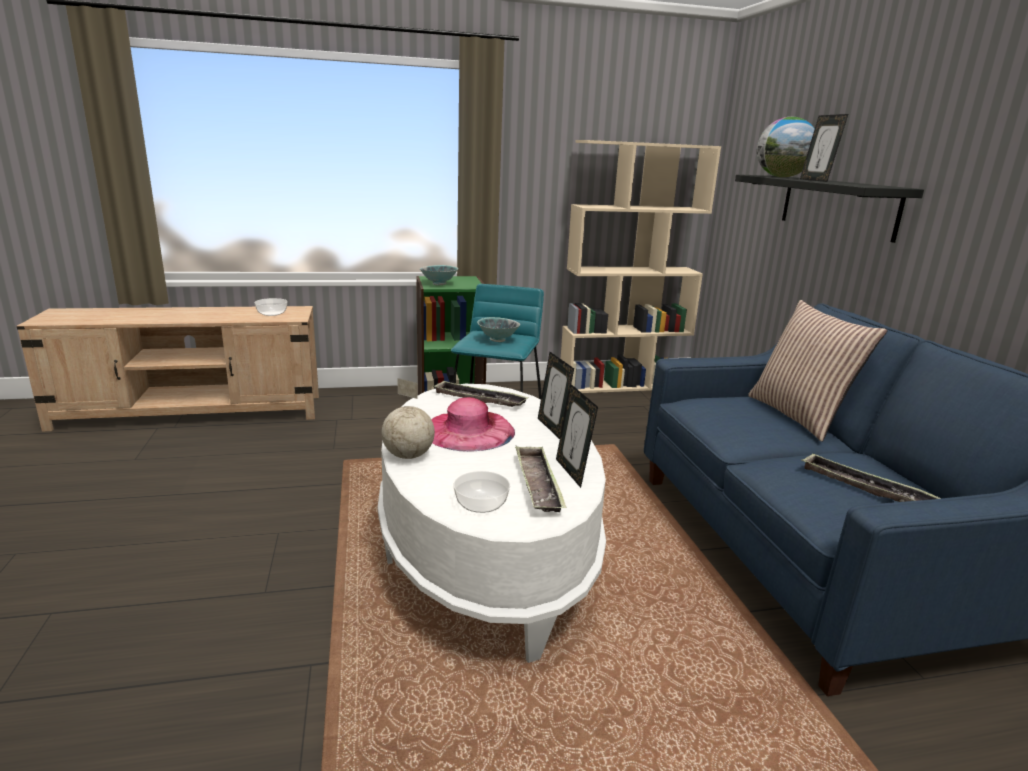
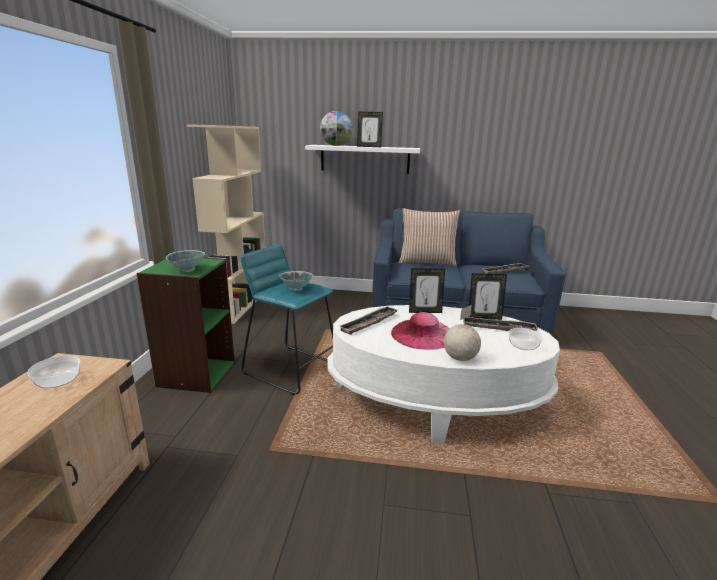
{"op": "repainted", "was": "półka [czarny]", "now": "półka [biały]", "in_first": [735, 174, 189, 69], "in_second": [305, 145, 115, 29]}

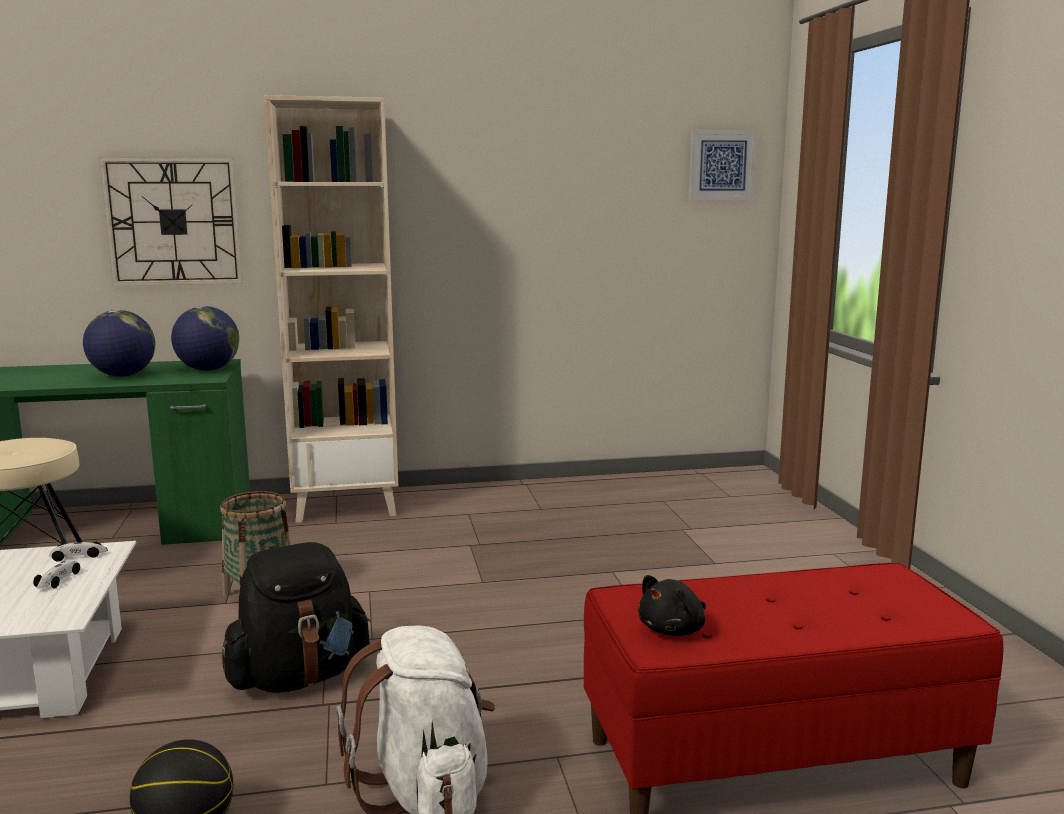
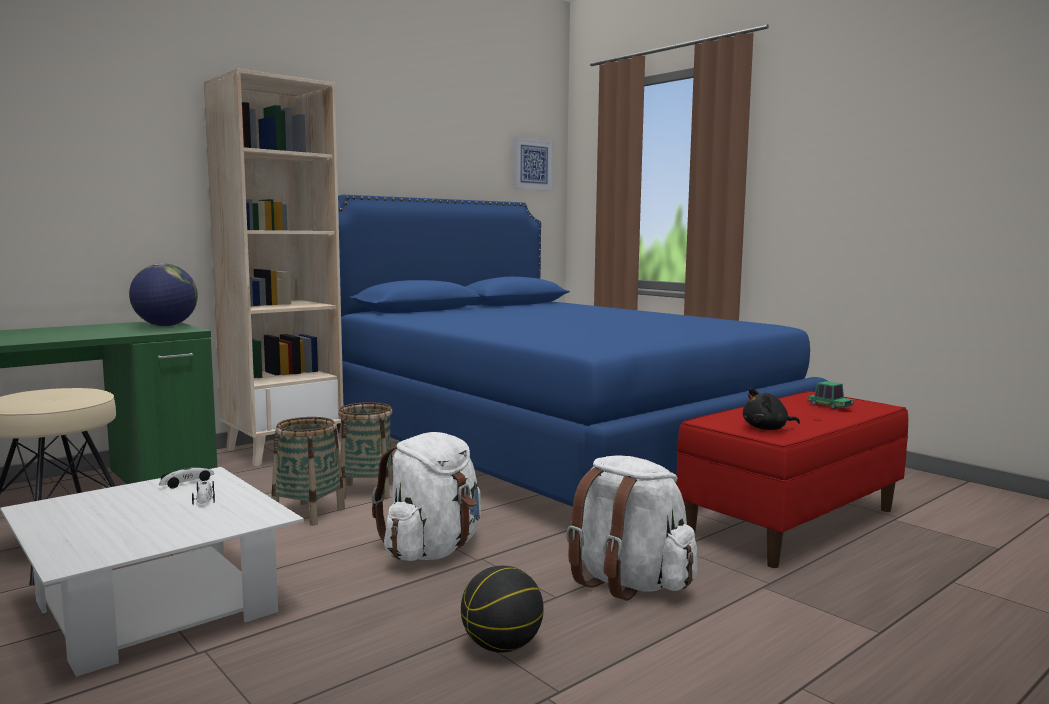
{"op": "gone", "was": "zegar ścienny", "in_first": [99, 157, 144, 129]}
{"op": "gone", "was": "globus", "in_first": [83, 310, 72, 67]}
{"op": "repainted", "was": "plecak [czarny]", "now": "plecak [biały]", "in_first": [222, 542, 149, 151], "in_second": [372, 432, 109, 129]}
{"op": "rotated", "was": "pluszak [czarny]", "in_first": [638, 575, 68, 61], "in_second": [743, 388, 57, 42], "clockwise": 60}
{"op": "new", "now": "łóżko [niebieski]", "in_second": [337, 195, 490, 312]}
{"op": "new", "now": "samochodzik", "in_second": [808, 381, 46, 28]}
{"op": "new", "now": "koszyk", "in_second": [339, 402, 54, 97]}

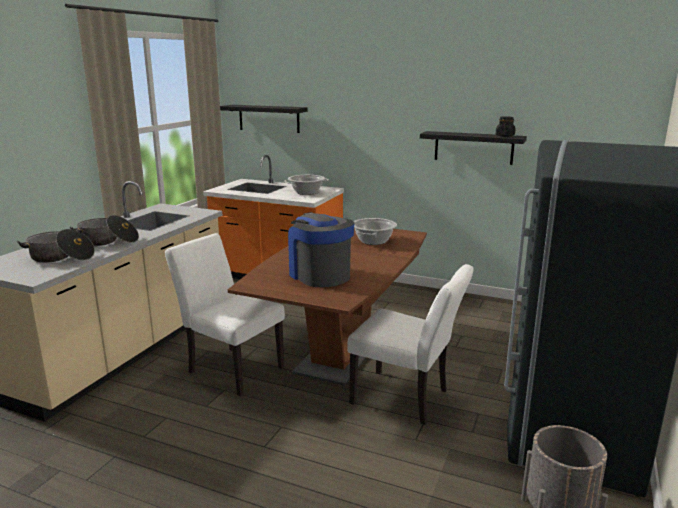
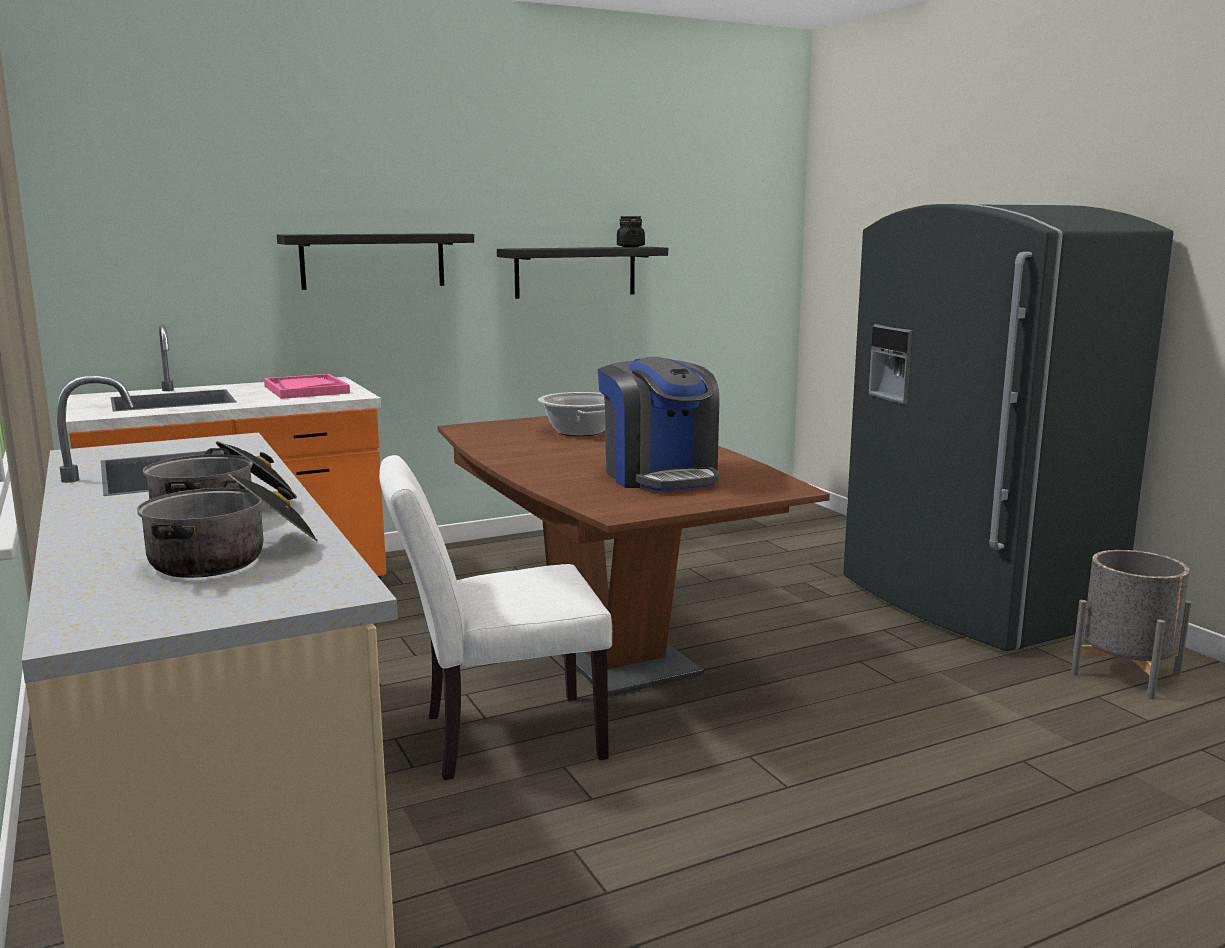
{"op": "shifted", "was": "półka [czarny]", "in_first": [220, 105, 88, 28], "in_second": [277, 233, 197, 57]}
{"op": "swapped", "was": "garnek", "now": "taca [różowy]", "in_first": [284, 175, 45, 20], "in_second": [264, 374, 86, 25]}
{"op": "rotated", "was": "ekspres do kawy", "in_first": [288, 212, 67, 75], "in_second": [598, 357, 122, 134], "clockwise": -120}
{"op": "gone", "was": "krzesło [biały]", "in_first": [347, 264, 127, 161]}

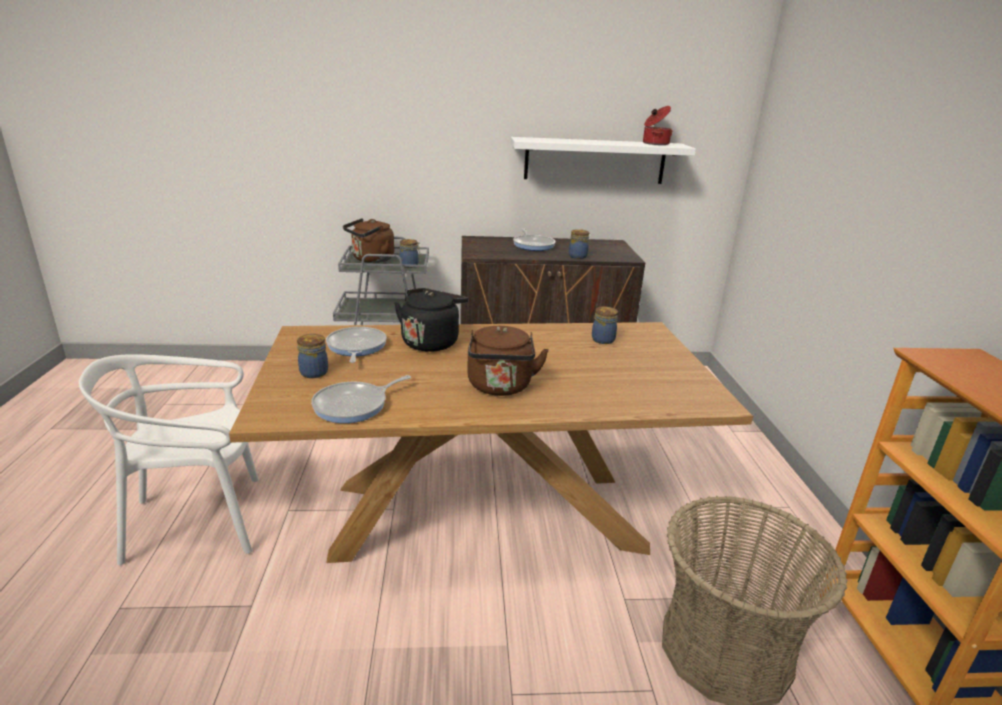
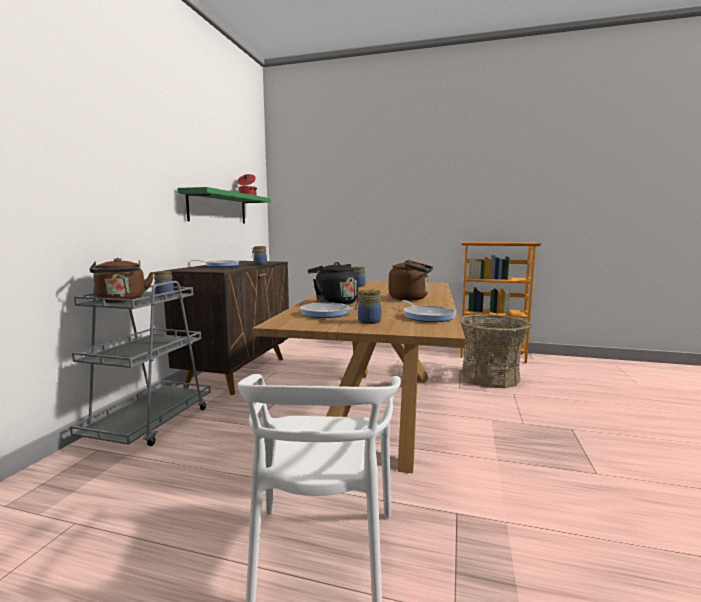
{"op": "repainted", "was": "półka [biały]", "now": "półka [zielony]", "in_first": [511, 137, 185, 47], "in_second": [177, 187, 94, 36]}

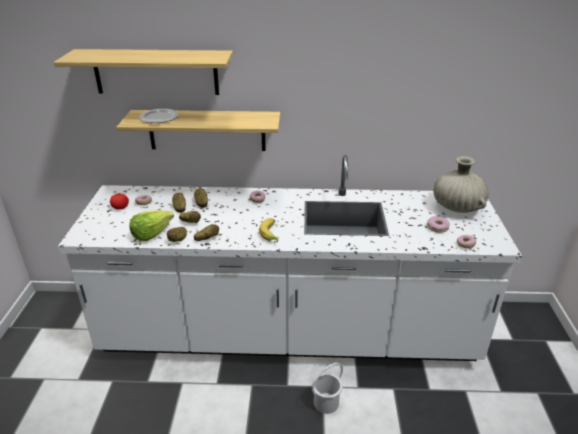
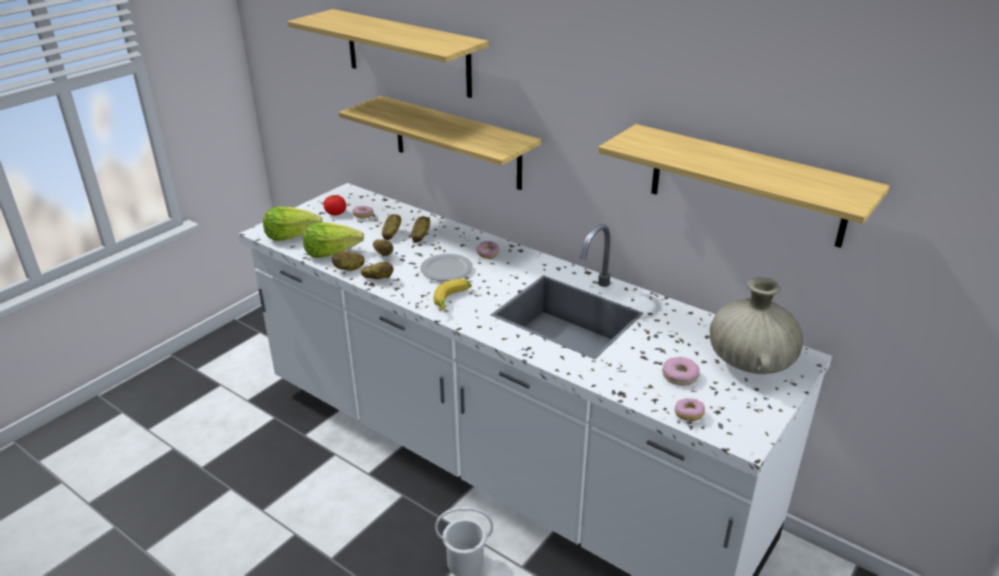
{"op": "shifted", "was": "talerz", "in_first": [140, 109, 39, 14], "in_second": [420, 254, 53, 27]}
{"op": "new", "now": "półka", "in_second": [598, 124, 292, 124]}
{"op": "new", "now": "sałata", "in_second": [263, 207, 60, 34]}

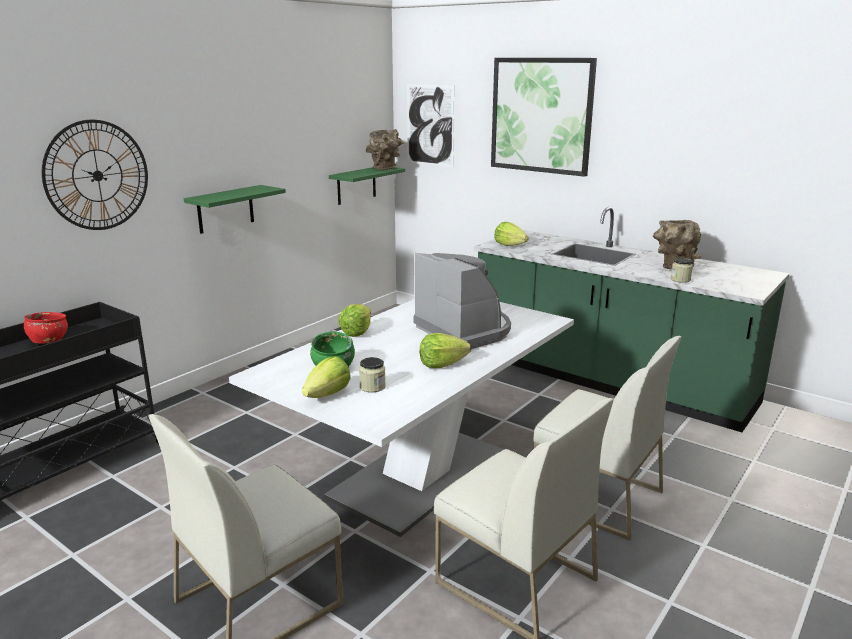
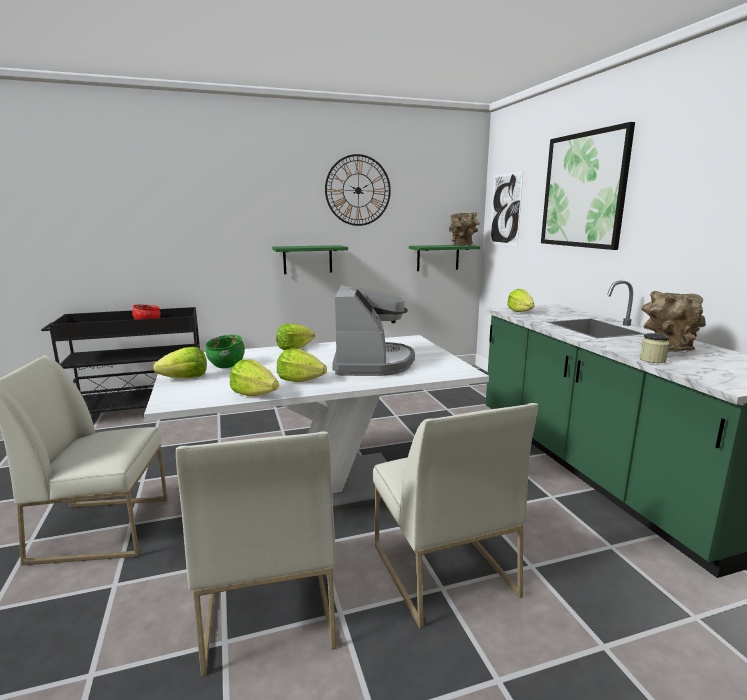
{"op": "shifted", "was": "zegar ścienny", "in_first": [42, 120, 106, 110], "in_second": [325, 154, 66, 72]}
{"op": "gone", "was": "słoik", "in_first": [359, 357, 27, 35]}
{"op": "new", "now": "sałata", "in_second": [230, 359, 49, 37]}

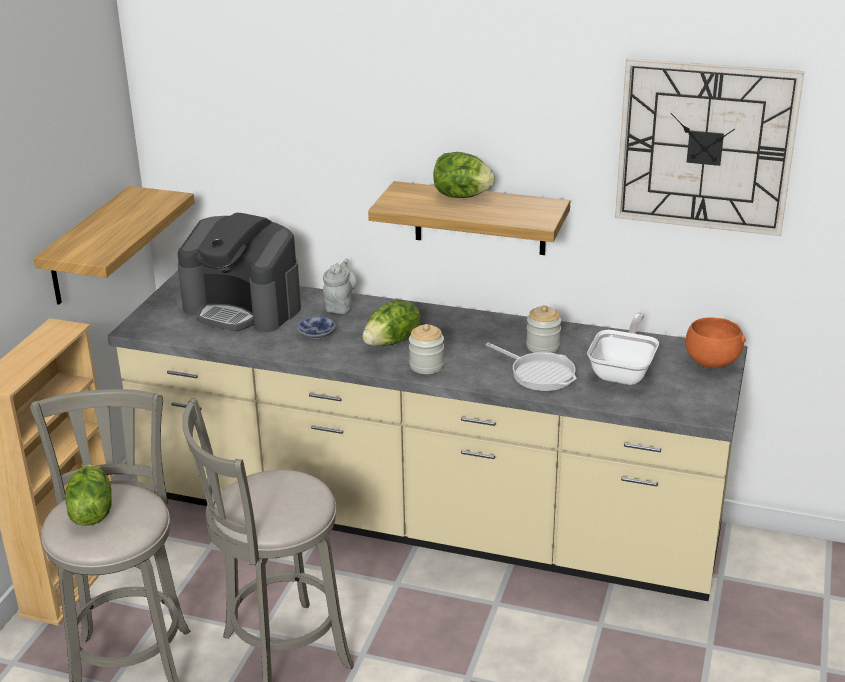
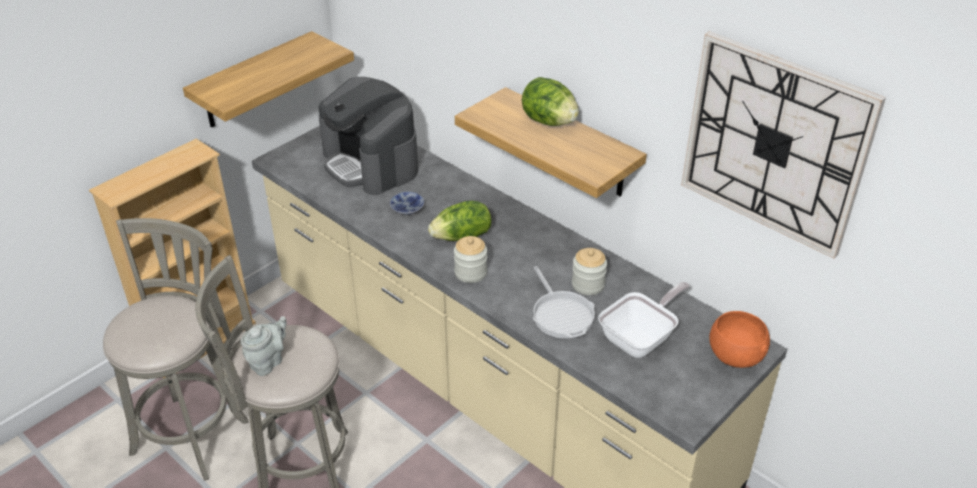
{"op": "shifted", "was": "imbryk [szary]", "in_first": [323, 258, 34, 56], "in_second": [241, 316, 46, 60]}
{"op": "gone", "was": "sałata", "in_first": [65, 465, 47, 61]}

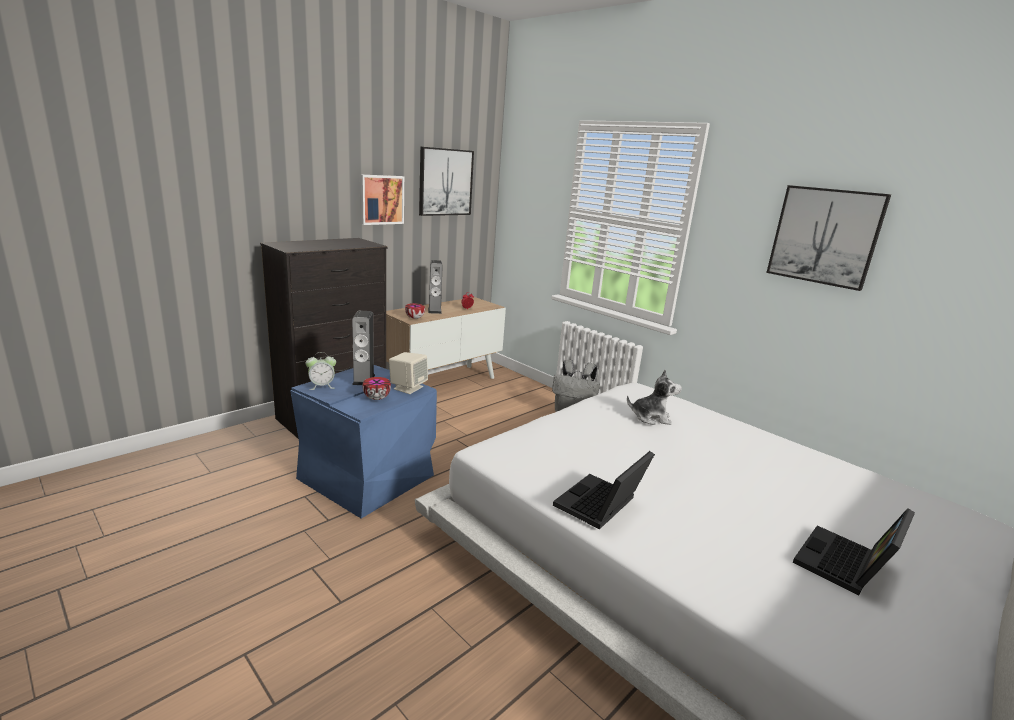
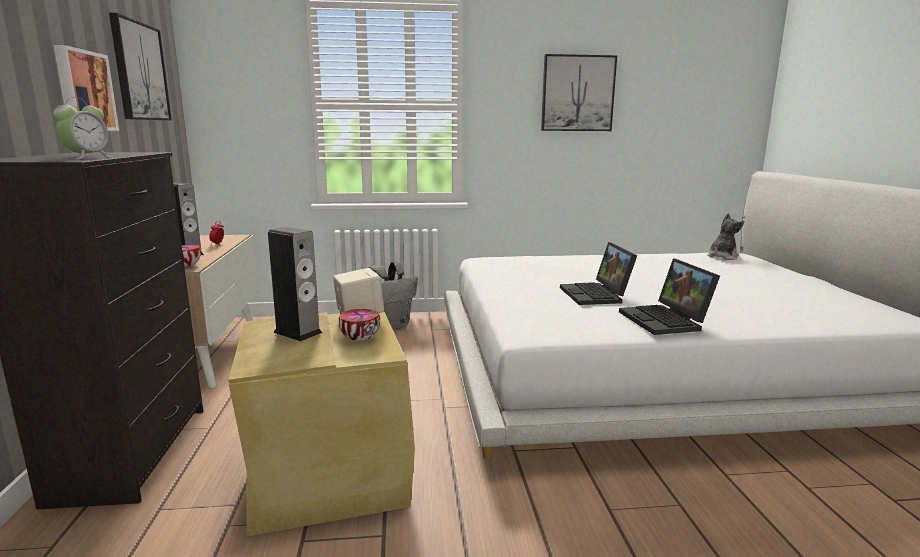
{"op": "shifted", "was": "budzik", "in_first": [306, 352, 30, 38], "in_second": [53, 97, 59, 62]}
{"op": "repainted", "was": "pojemnik do przechowywania [niebieski]", "now": "pojemnik do przechowywania [beżowy]", "in_first": [290, 365, 147, 154], "in_second": [228, 312, 187, 225]}
{"op": "shifted", "was": "pluszak", "in_first": [627, 369, 55, 56], "in_second": [708, 213, 37, 47]}
{"op": "shifted", "was": "laptop", "in_first": [793, 508, 122, 88], "in_second": [560, 242, 77, 63]}

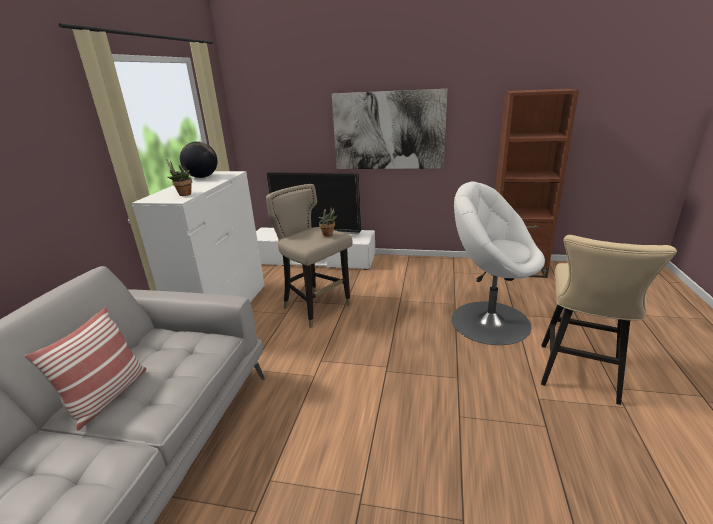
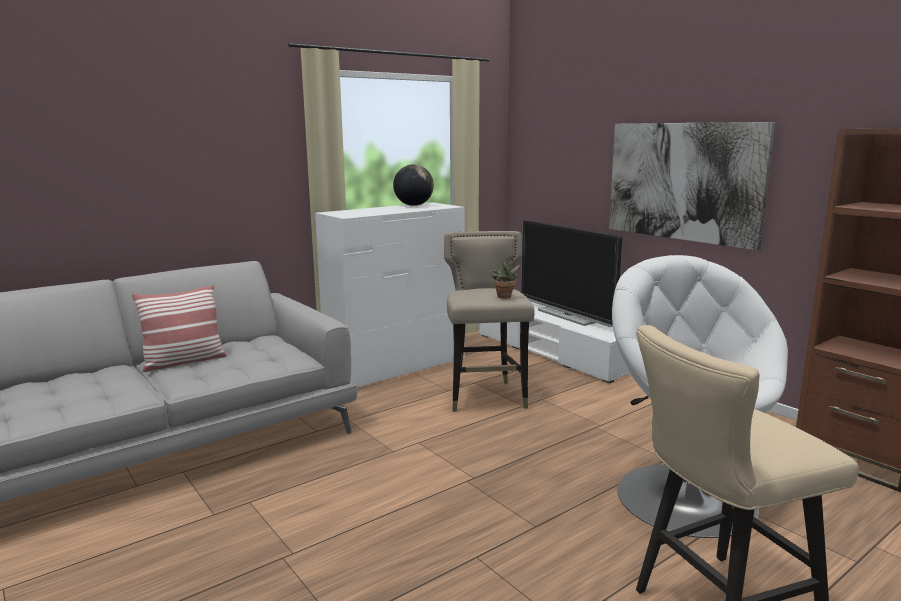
{"op": "gone", "was": "roślina doniczkowa", "in_first": [166, 159, 26, 37]}

